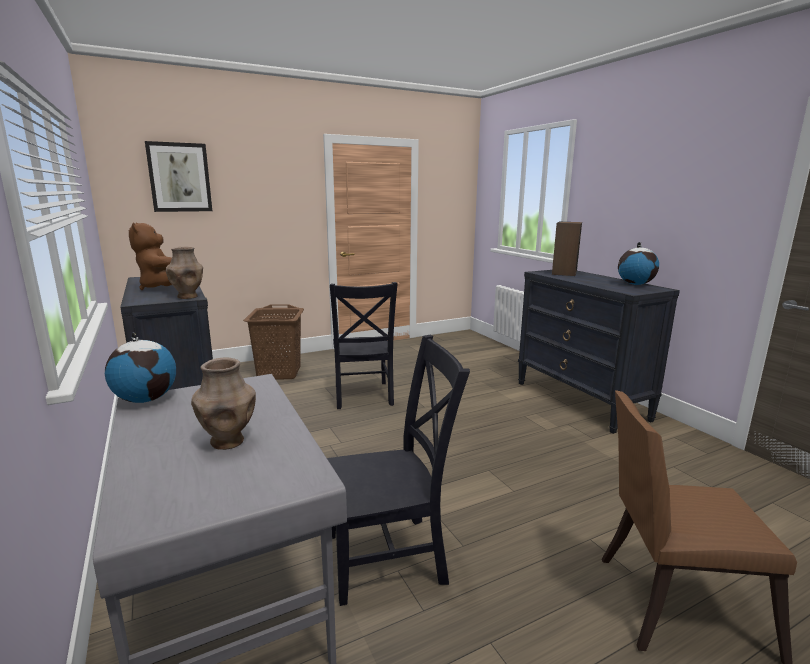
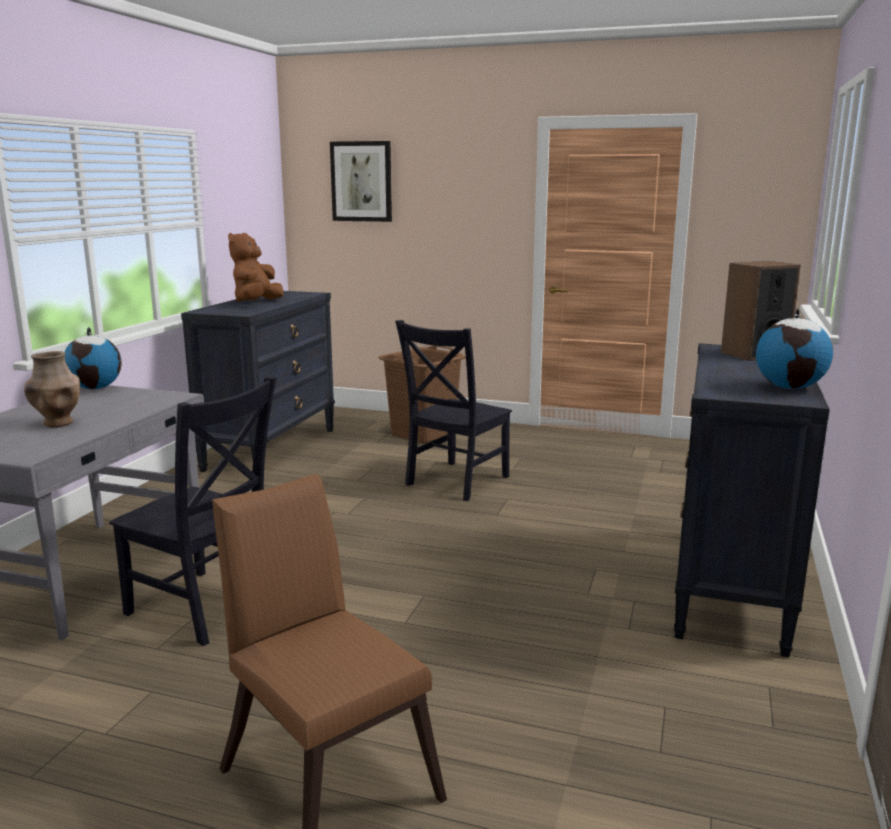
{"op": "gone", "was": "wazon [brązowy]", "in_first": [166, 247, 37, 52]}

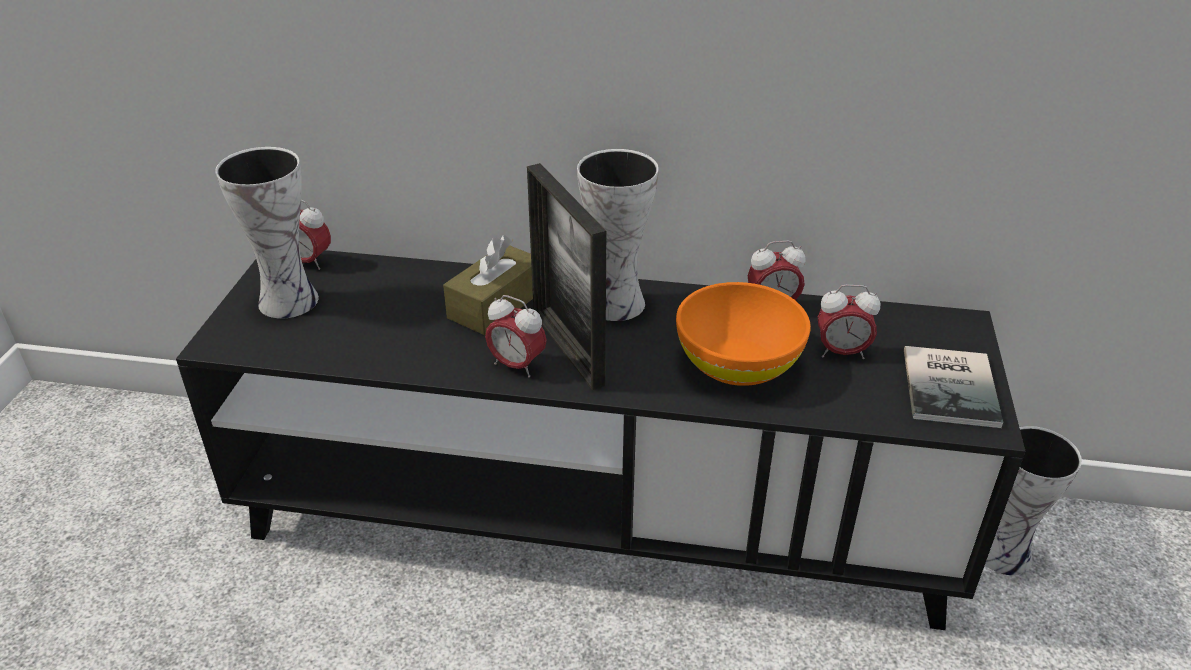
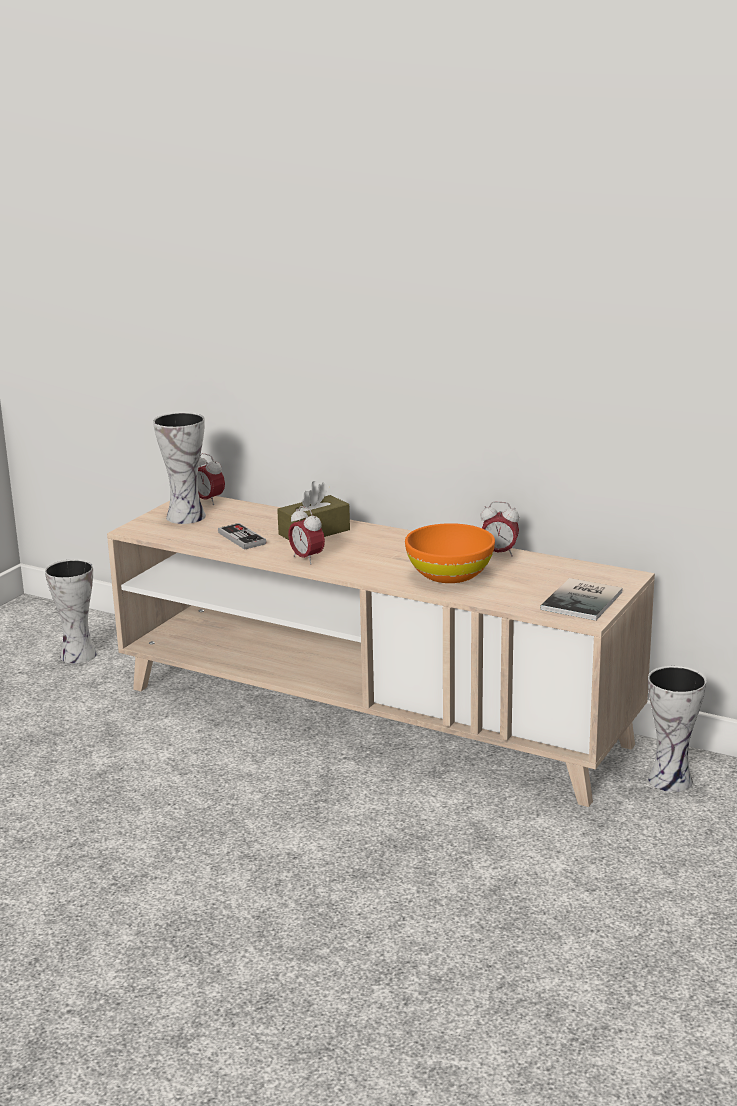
{"op": "shifted", "was": "wazon", "in_first": [577, 149, 82, 172], "in_second": [45, 559, 52, 105]}
{"op": "gone", "was": "ramka na zdjęcie", "in_first": [527, 163, 79, 227]}
{"op": "repainted", "was": "szafka pod telewizor [czarny]", "now": "szafka pod telewizor [beżowy]", "in_first": [176, 250, 850, 380], "in_second": [107, 496, 548, 311]}
{"op": "gone", "was": "budzik", "in_first": [818, 285, 62, 74]}
{"op": "new", "now": "pad do gier", "in_second": [218, 523, 49, 27]}

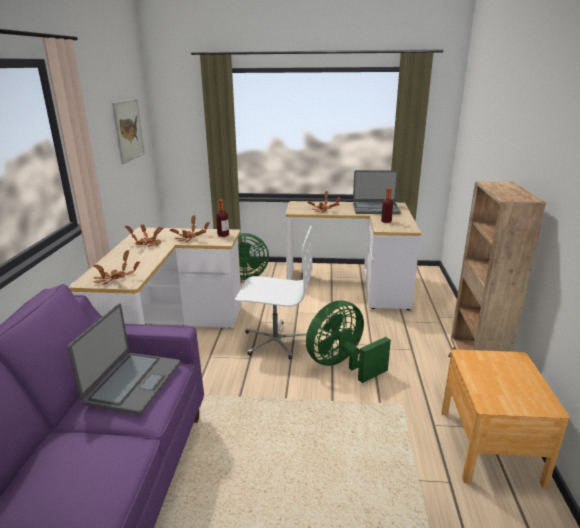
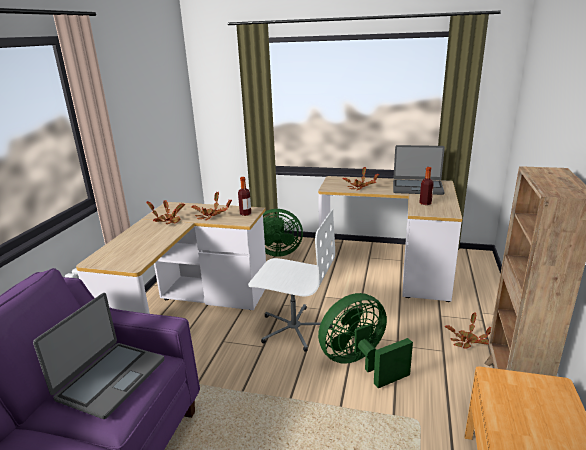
{"op": "gone", "was": "obraz", "in_first": [112, 99, 33, 65]}
{"op": "shifted", "was": "roślina doniczkowa", "in_first": [93, 250, 47, 35], "in_second": [445, 312, 46, 36]}

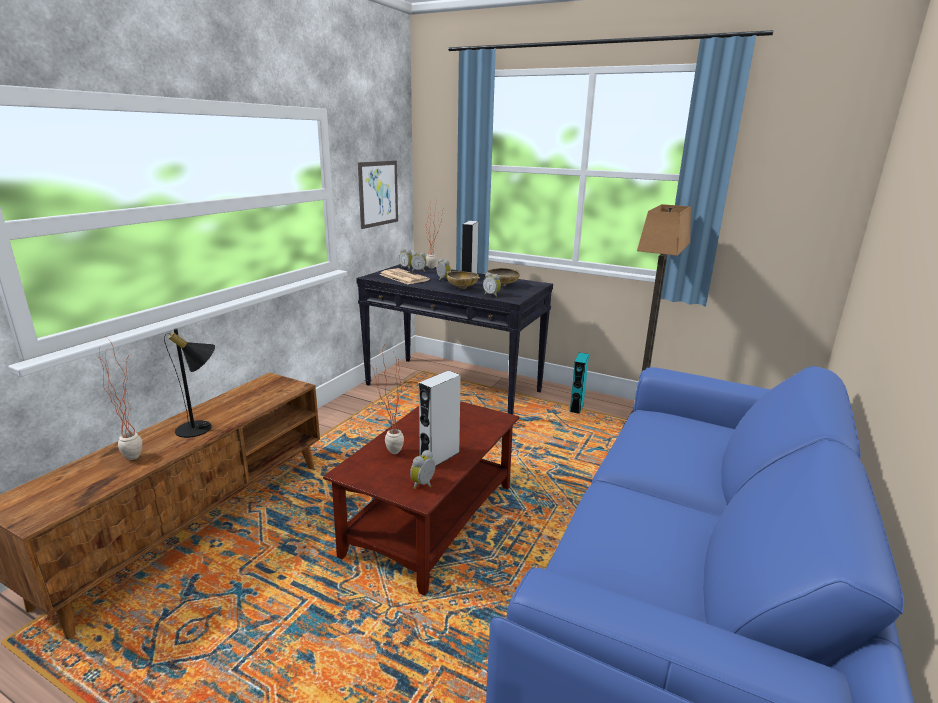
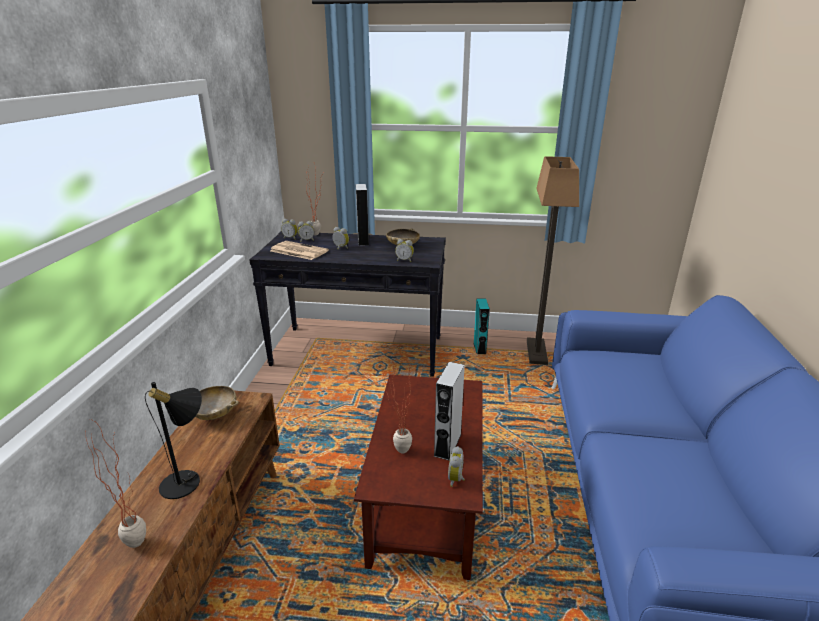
{"op": "gone", "was": "obraz", "in_first": [358, 161, 40, 68]}
{"op": "shifted", "was": "miska [beżowy]", "in_first": [447, 271, 33, 18], "in_second": [195, 386, 44, 34]}

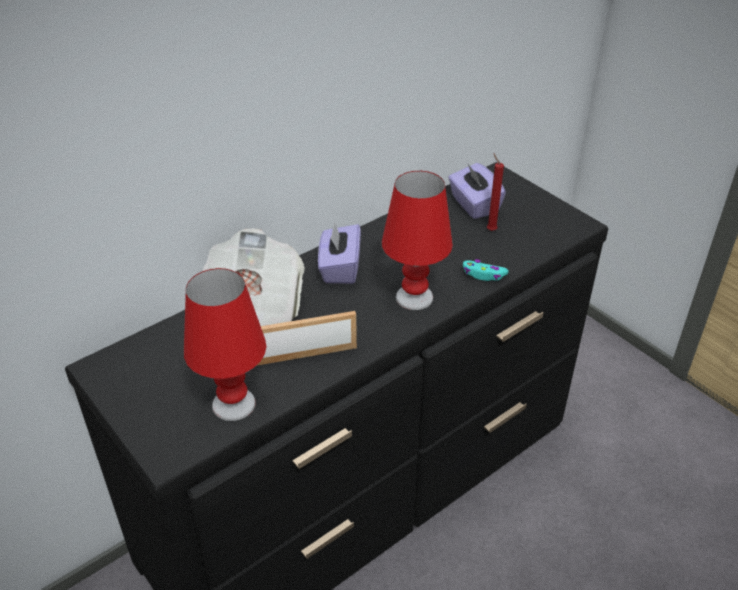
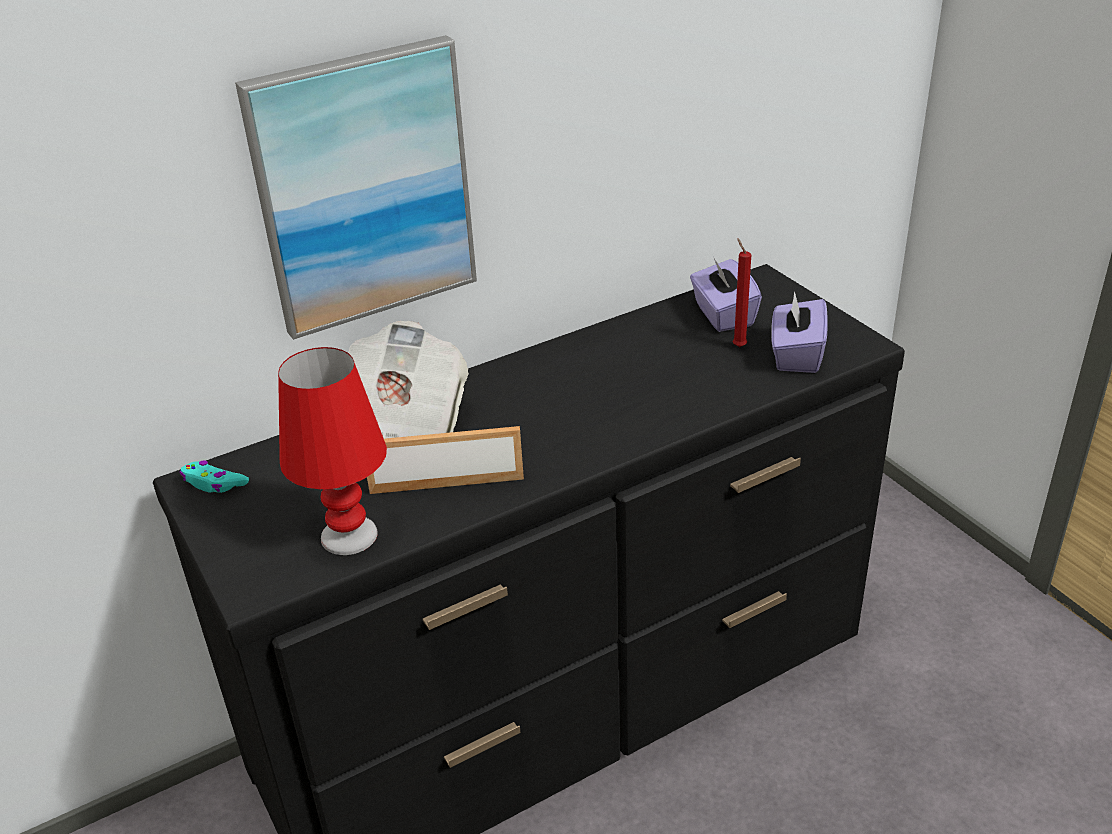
{"op": "gone", "was": "lampa stołowa [czerwony]", "in_first": [382, 171, 71, 139]}
{"op": "shifted", "was": "pudełko chusteczek [fioletowy]", "in_first": [318, 221, 43, 63], "in_second": [771, 291, 57, 82]}
{"op": "shifted", "was": "pad do gier [turkusowy]", "in_first": [463, 259, 46, 22], "in_second": [179, 460, 70, 33]}
{"op": "new", "now": "obraz", "in_second": [235, 35, 242, 305]}

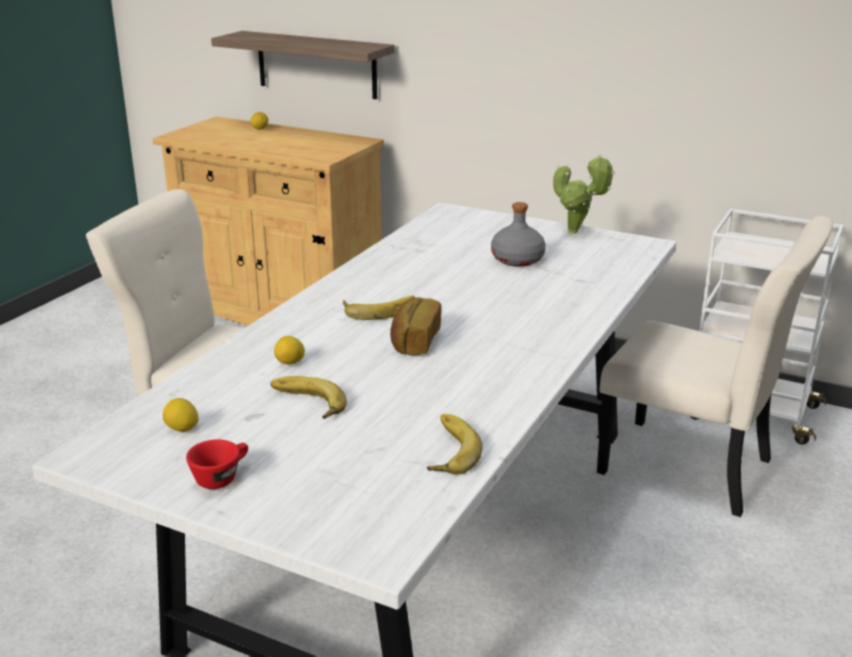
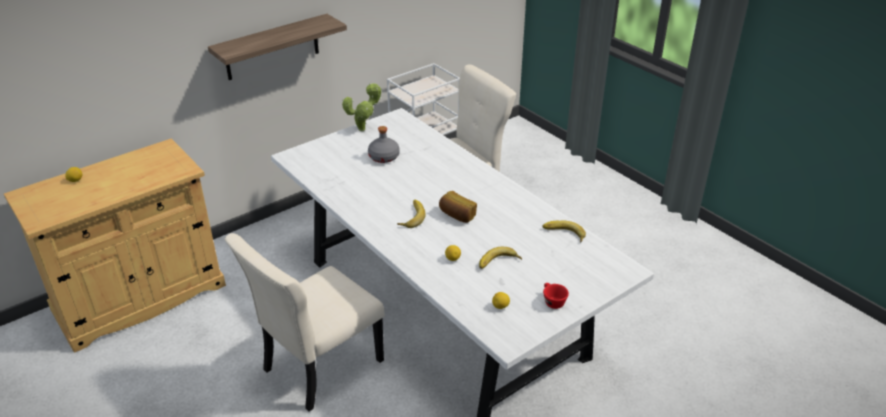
{"op": "shifted", "was": "półka", "in_first": [211, 31, 184, 68], "in_second": [208, 14, 139, 66]}

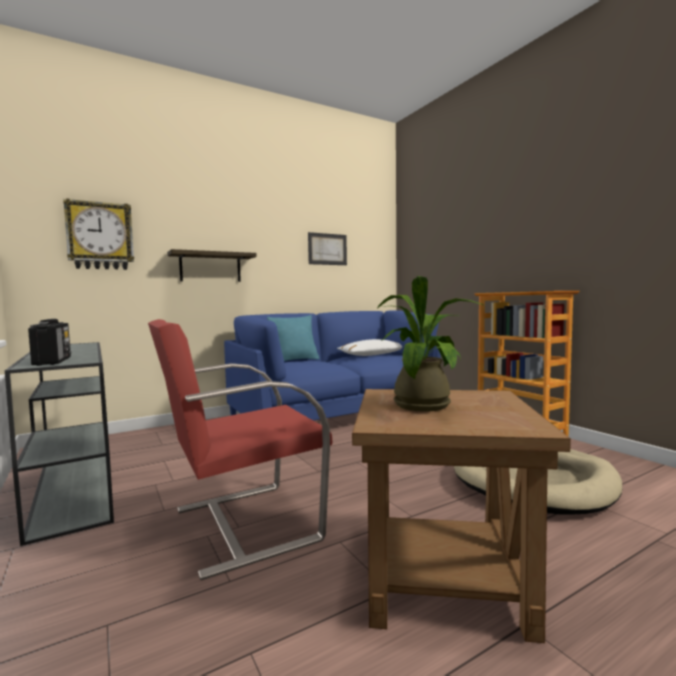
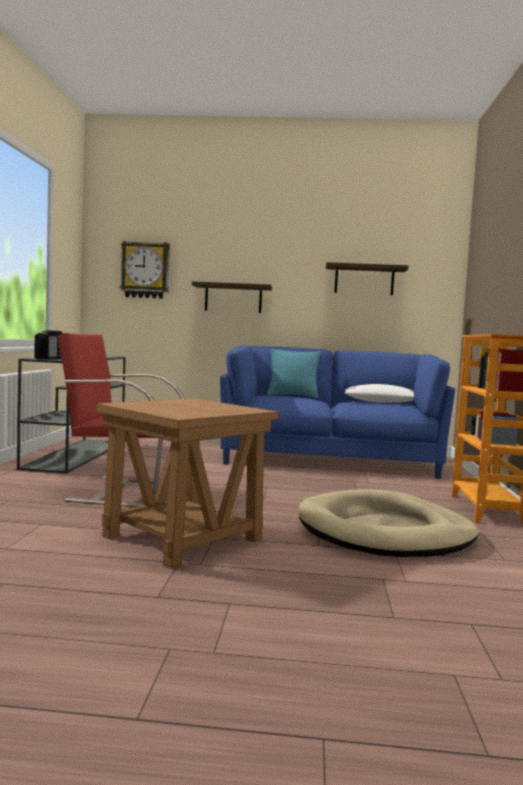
{"op": "swapped", "was": "obraz", "now": "półka", "in_first": [308, 232, 39, 33], "in_second": [326, 262, 83, 33]}
{"op": "gone", "was": "roślina doniczkowa", "in_first": [377, 276, 106, 136]}

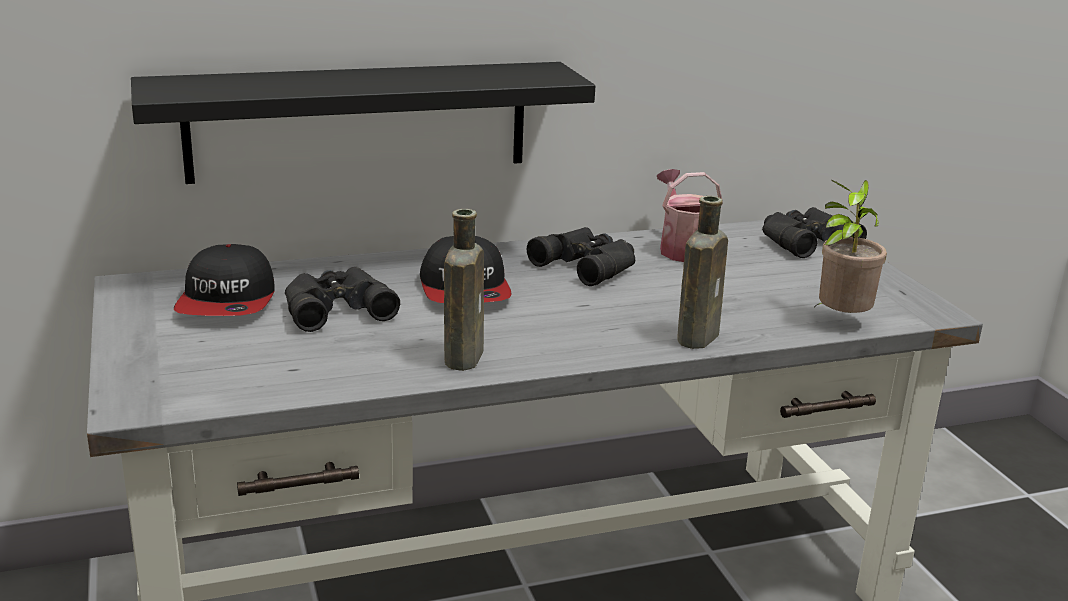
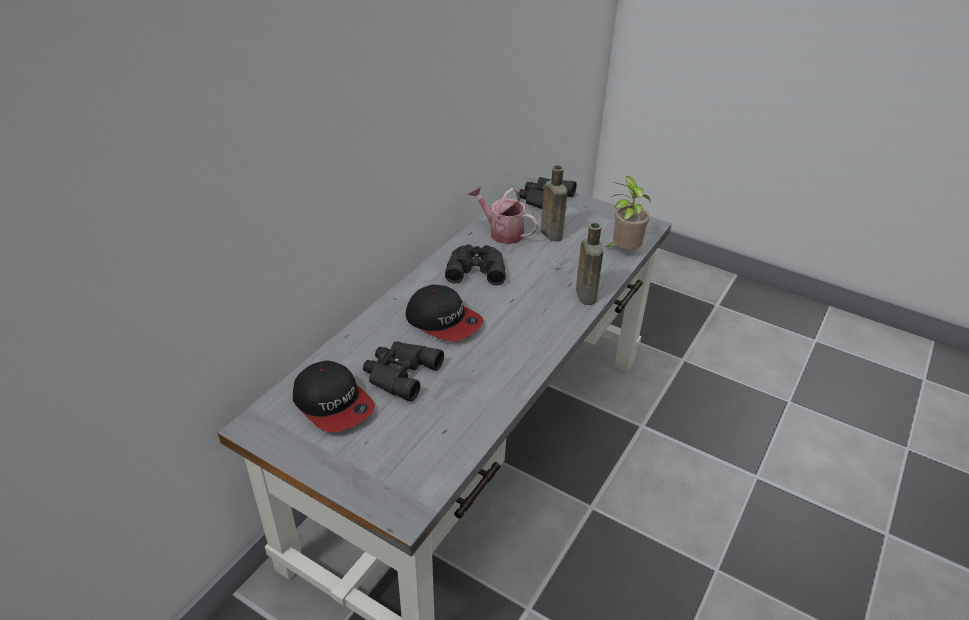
{"op": "gone", "was": "półka [czarny]", "in_first": [131, 62, 464, 122]}
{"op": "shifted", "was": "butelka [brązowy]", "in_first": [444, 209, 40, 162], "in_second": [541, 165, 27, 77]}

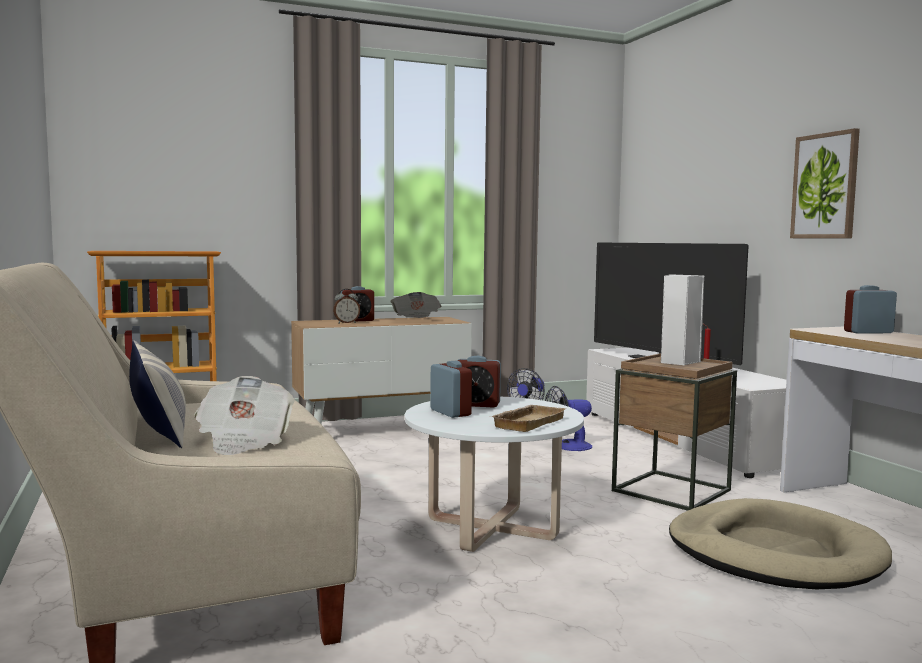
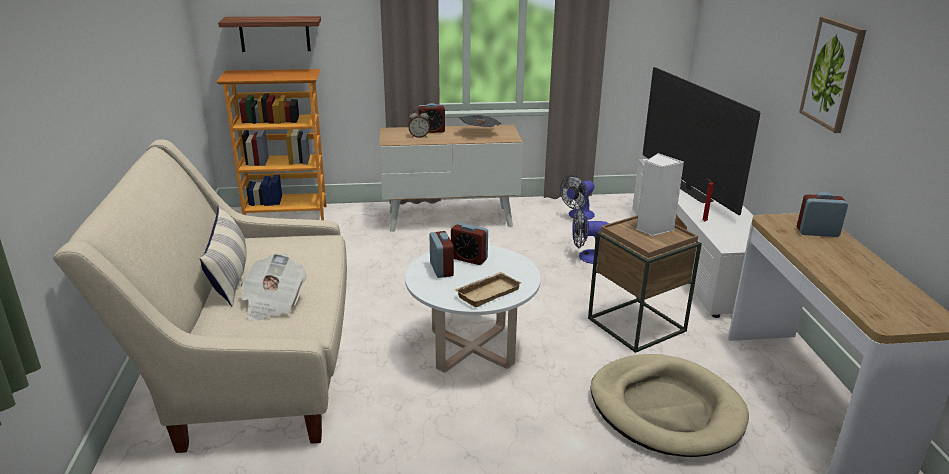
{"op": "new", "now": "półka", "in_second": [218, 16, 103, 36]}

